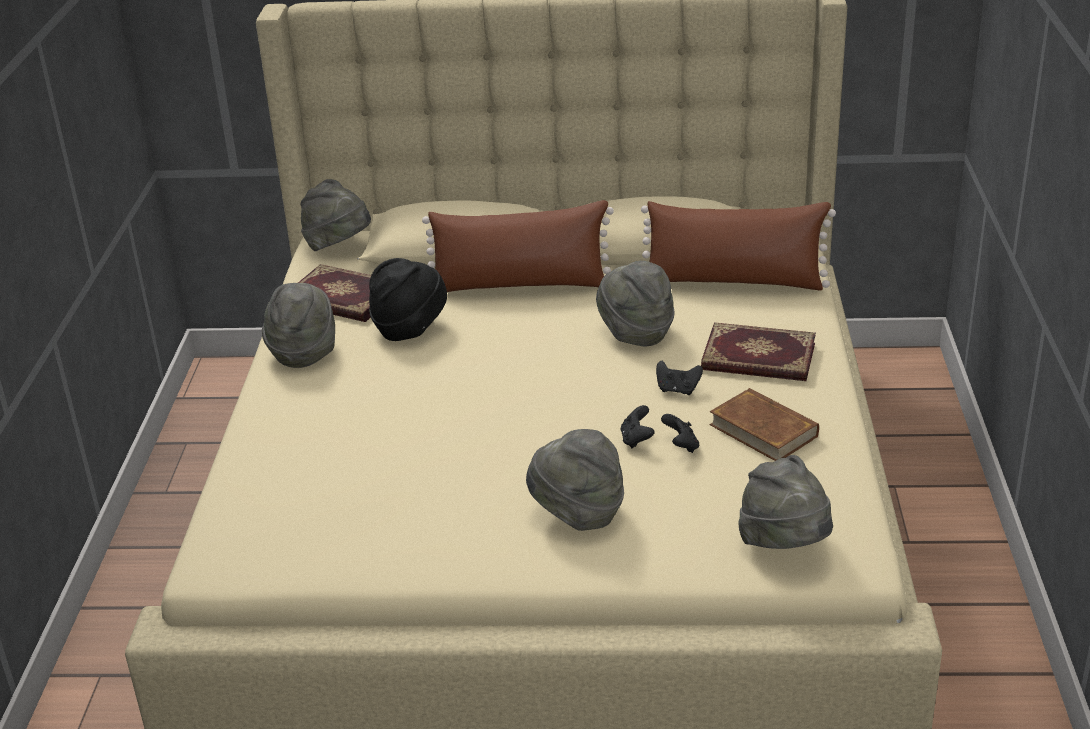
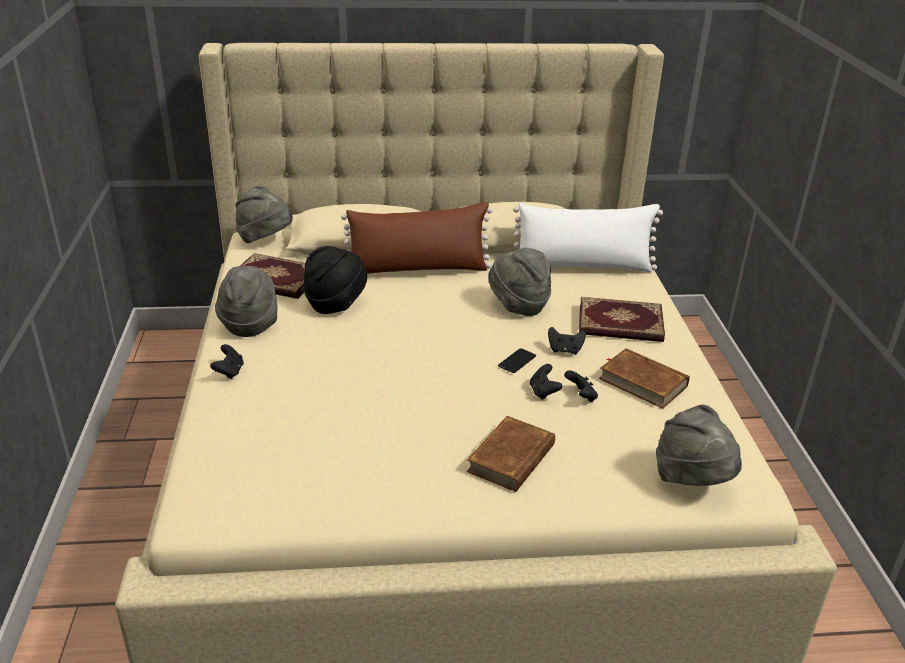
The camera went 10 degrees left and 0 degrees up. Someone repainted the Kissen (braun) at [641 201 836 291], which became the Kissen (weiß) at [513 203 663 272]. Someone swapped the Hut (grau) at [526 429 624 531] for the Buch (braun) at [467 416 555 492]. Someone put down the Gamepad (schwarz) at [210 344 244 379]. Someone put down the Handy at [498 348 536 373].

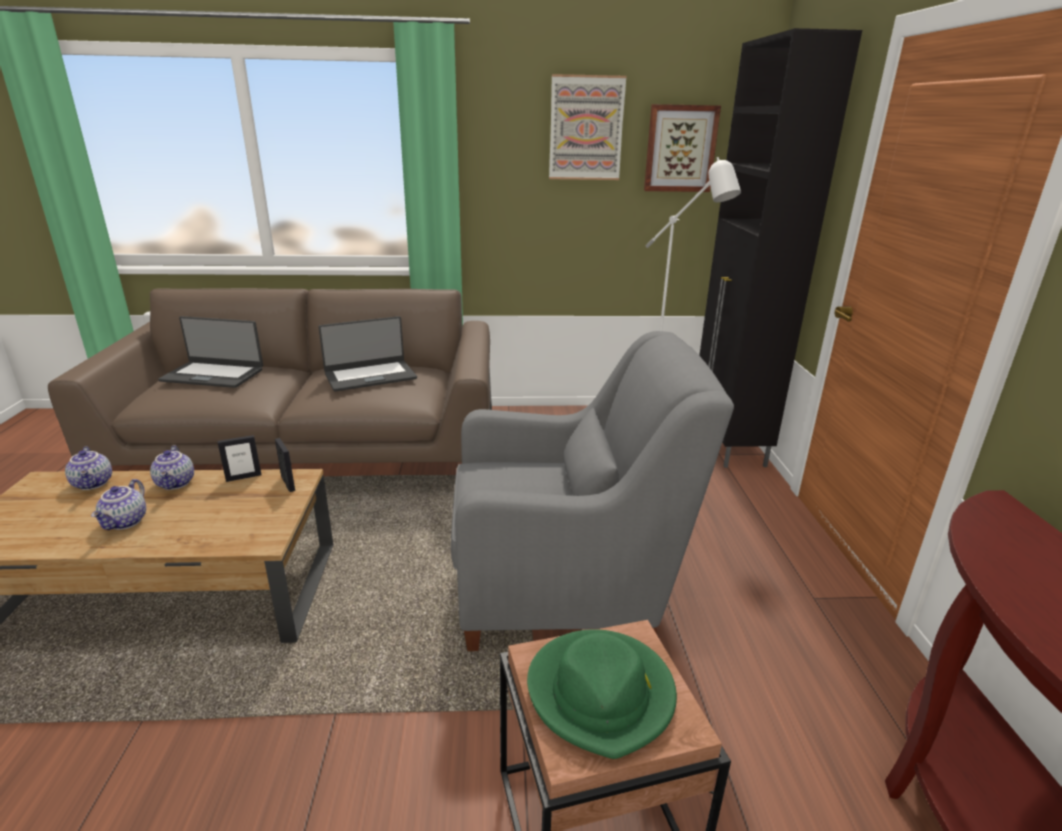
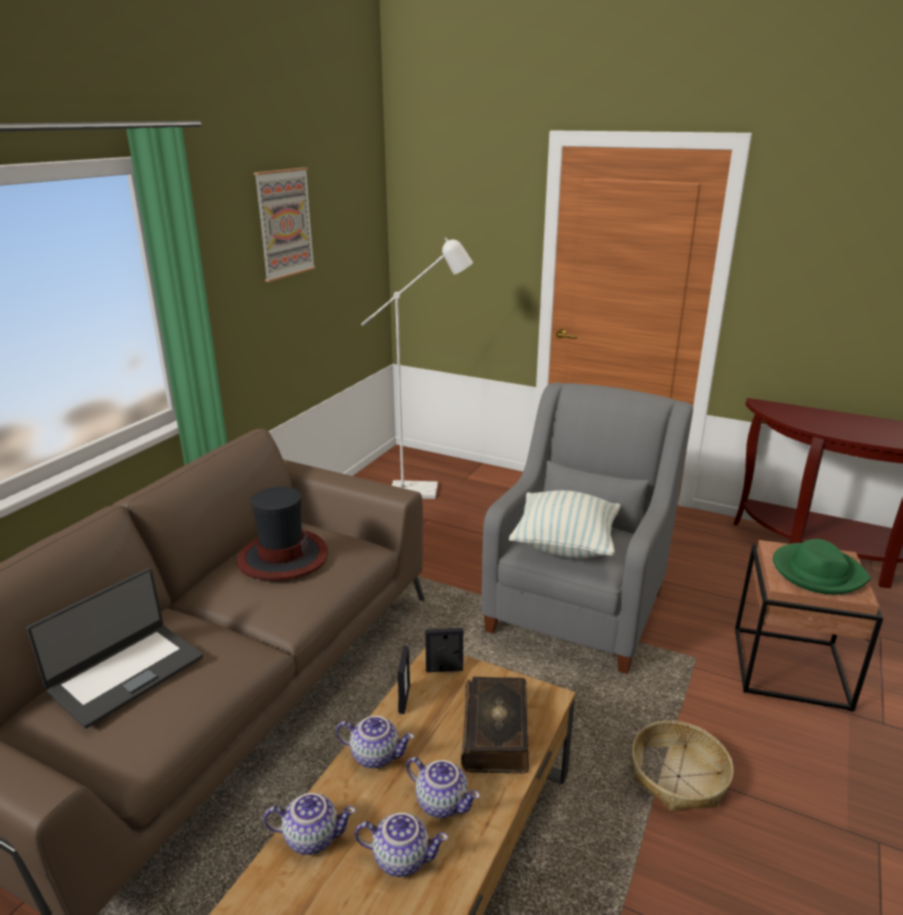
The camera went 60 degrees left and 0 degrees up. Someone took away the Schrank (schwarz) at [699 28 862 468]. Someone took away the Bild at [644 104 721 192]. Someone swapped the Laptop at [318 316 417 392] for the Hut at [237 486 328 580]. Someone put down the Kissen at [509 490 620 559]. Someone put down the Buch at [461 677 529 774]. Someone put down the Korb at [632 721 734 811]. Someone put down the Teekanne at [355 813 448 877].

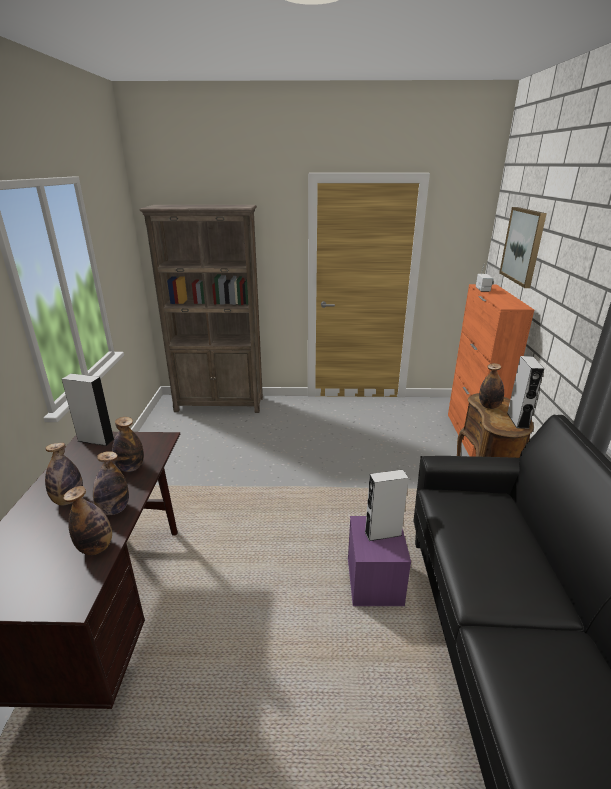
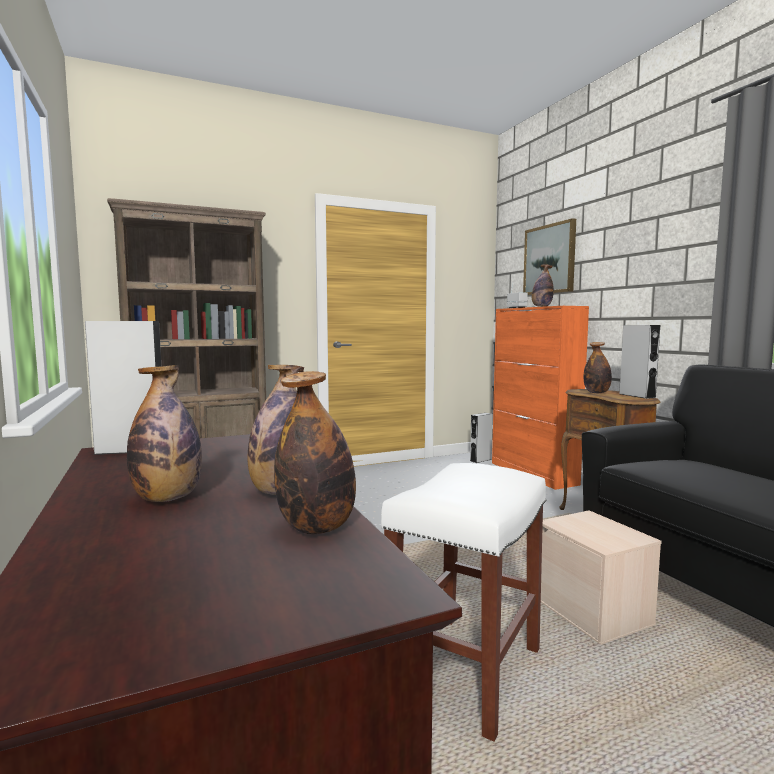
The camera went 25 degrees left and 20 degrees down. Someone carried the Flasche from [112 417 144 472] to [532 264 554 307]. Someone carried the Lautsprecher (grau) from [365 470 409 541] to [470 413 493 463]. Someone repainted the Aufbewahrungsbox (lila) at [348 516 411 606], which became the Aufbewahrungsbox (beige) at [541 510 662 645]. Someone put down the Hocker (weiß) at [381 463 547 742].

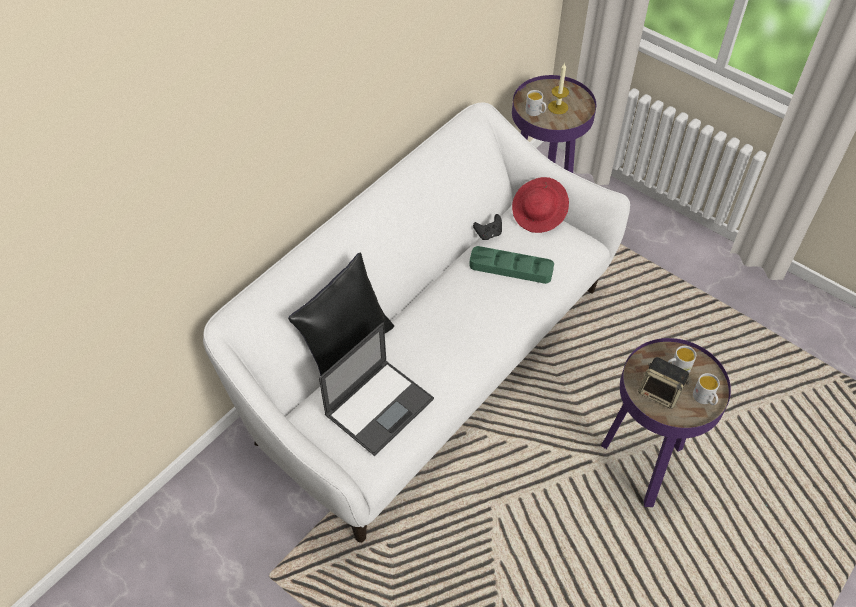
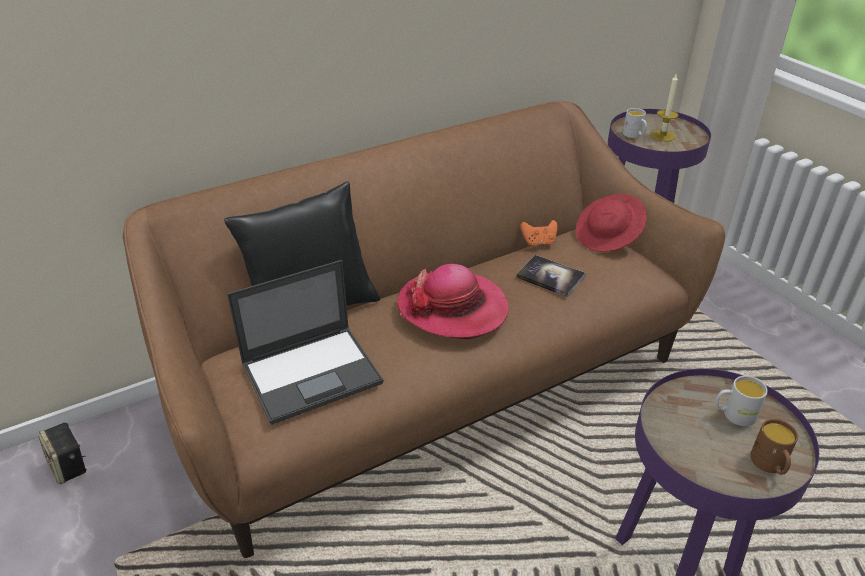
The camera went 20 degrees right and 15 degrees down. Someone repainted the Sofa (weiß) at [203 102 630 543], which became the Sofa (braun) at [123 101 725 558]. Someone repainted the Gamepad (schwarz) at [473 214 502 240], which became the Gamepad (orange) at [520 220 558 246]. Someone swapped the Tablett (grün) at [469 246 554 284] for the Buch at [516 255 586 297]. Someone carried the Lautsprecher from [638 357 689 409] to [39 423 87 484]. Someone repainted the Henkelbecher (weiß) at [693 373 720 405], which became the Henkelbecher (braun) at [750 419 798 475]. Someone put down the Hut at [397 264 509 340].

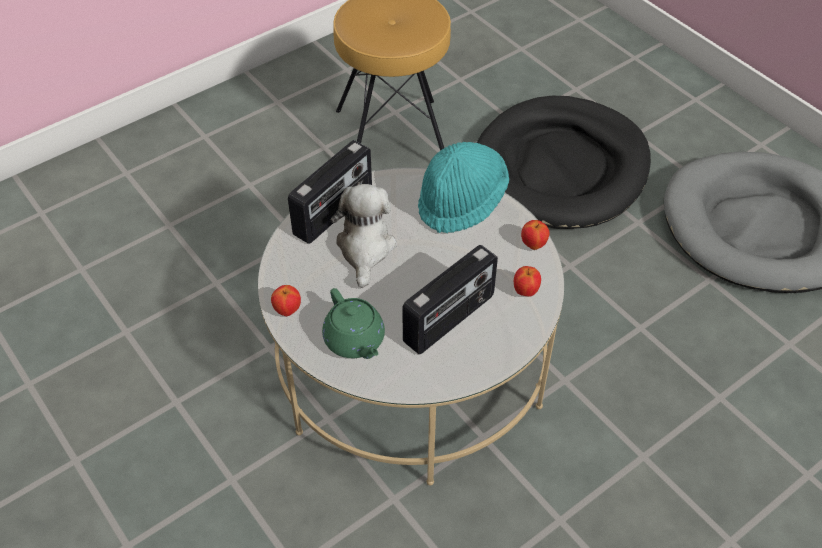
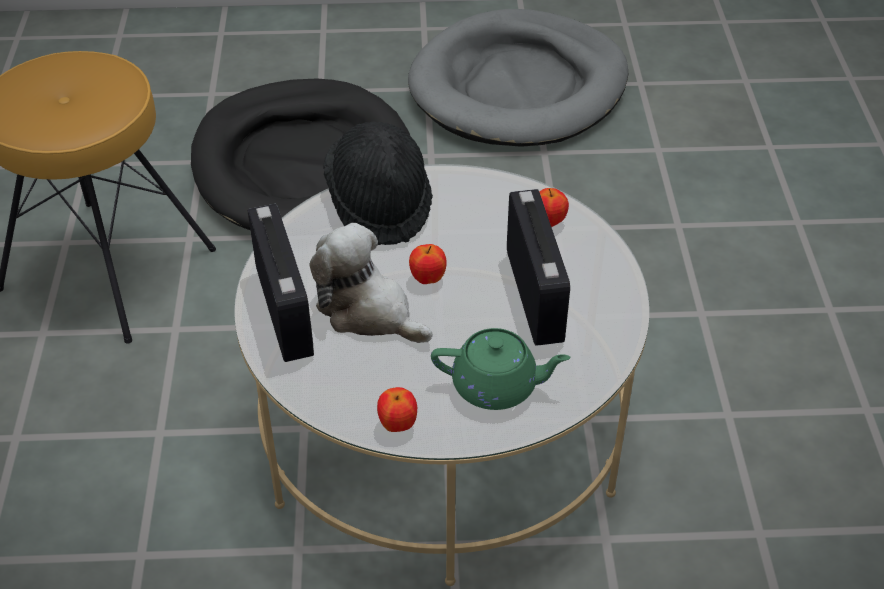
The camera went 55 degrees left and 5 degrees down. Someone repainted the Hut (türkis) at [418 142 509 233], which became the Hut (schwarz) at [323 121 433 245]. Someone carried the Apfel from [521 220 549 250] to [409 244 447 284].

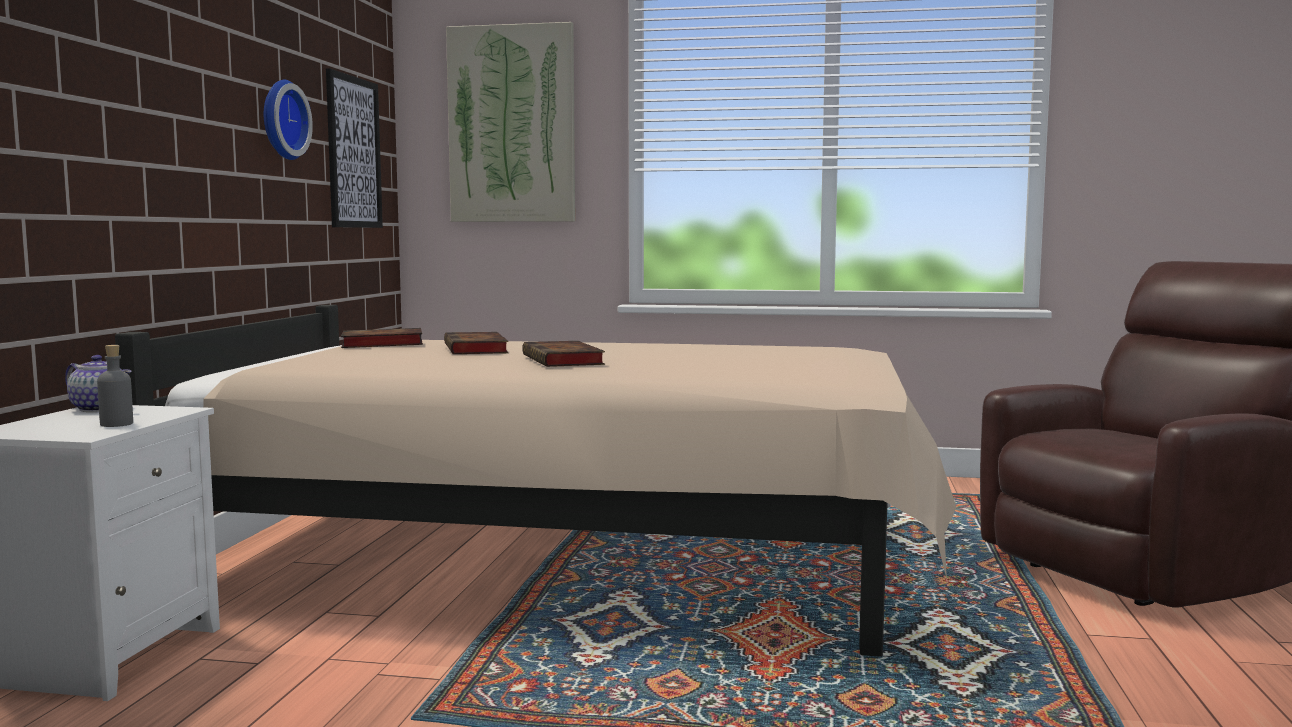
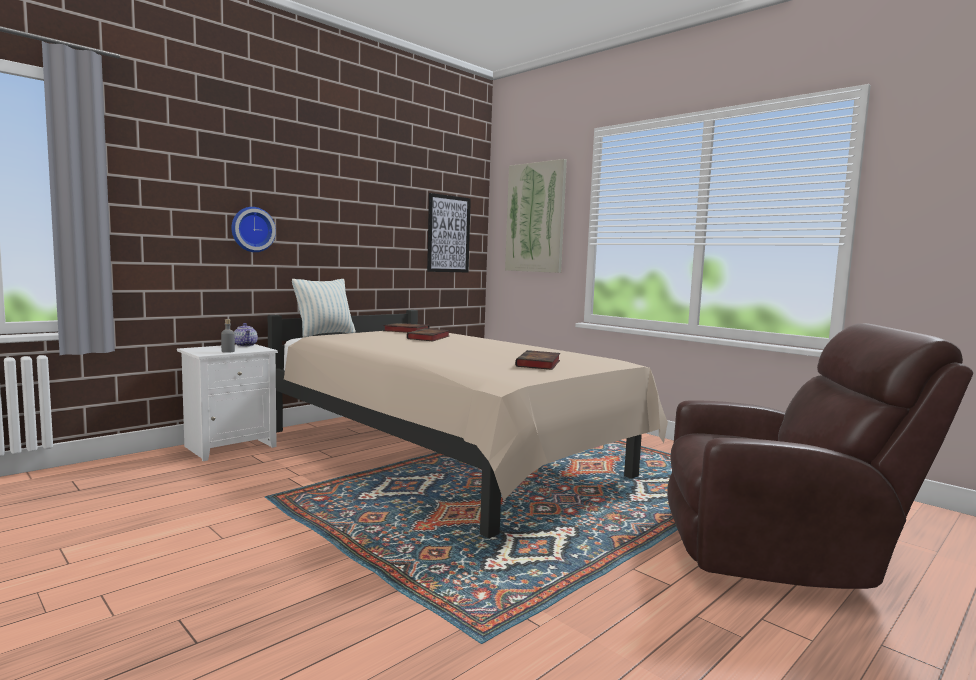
The camera went 35 degrees right and 0 degrees up. Someone carried the Wanduhr from [264 80 313 160] to [231 207 276 252]. Someone carried the Buch from [522 341 605 367] to [515 350 560 370]. Someone put down the Kissen at [292 279 356 337].

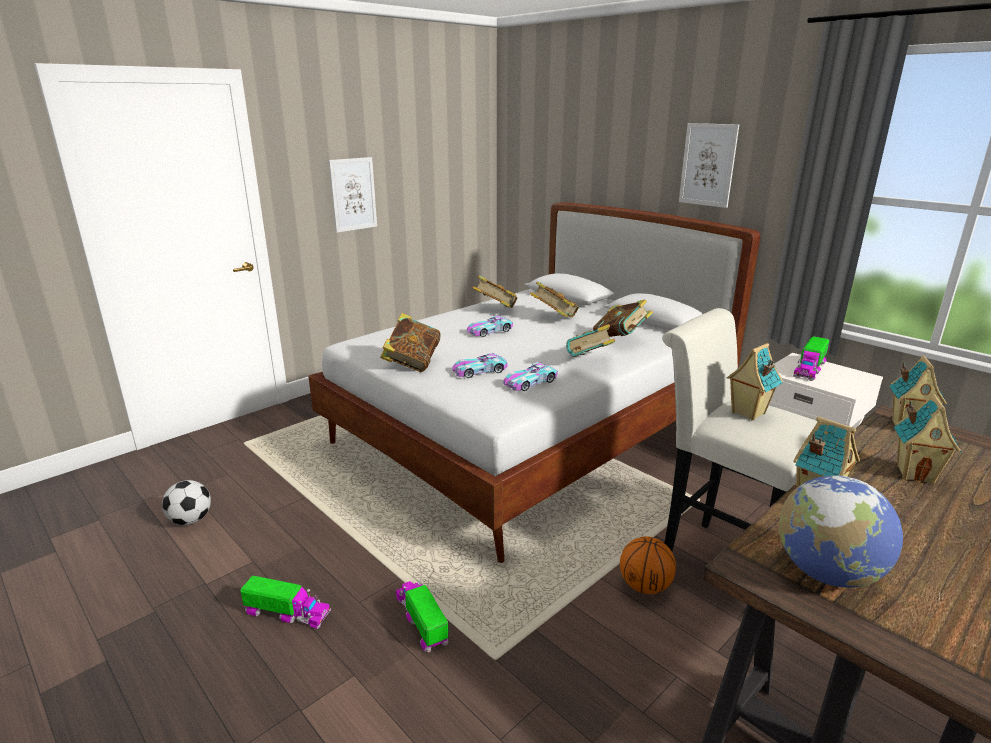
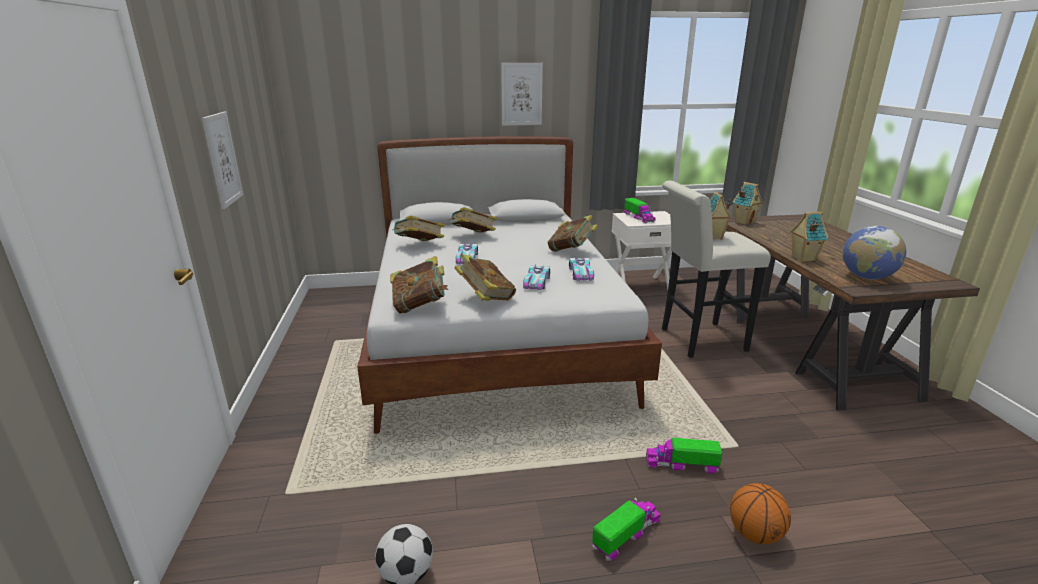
The camera went 55 degrees left and 0 degrees up. Someone carried the Buch from [593 299 653 337] to [390 256 449 314]. Someone took away the Spielzeughaus at [894 394 961 484]. Someone carried the Basketball from [620 536 676 594] to [730 483 791 544].

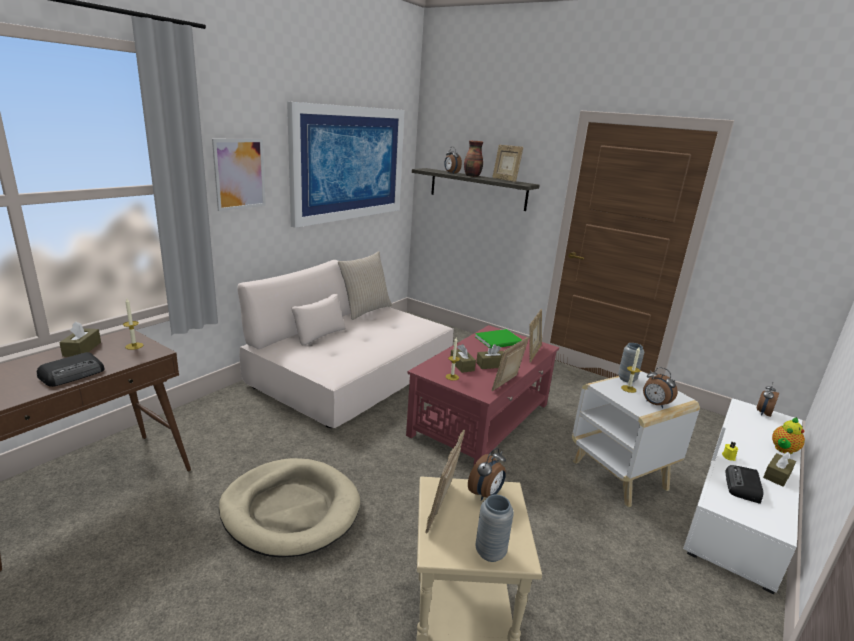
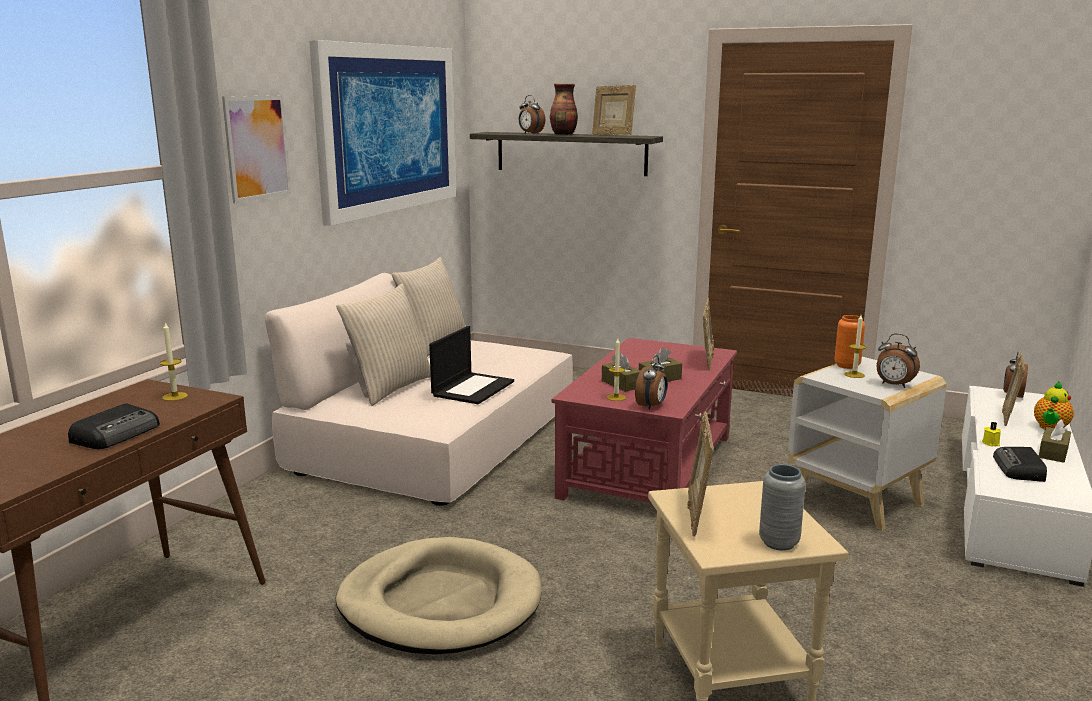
The camera went 10 degrees left and 5 degrees down. Someone took away the Taschentuchbox (braun) at [59 321 101 357]. Someone took away the Buch (grün) at [475 329 522 348]. Someone carried the Bilderrahmen from [492 337 529 391] to [1002 353 1025 426]. Someone repainted the Vase (grau) at [618 343 644 383], which became the Vase (orange) at [834 315 865 369]. Someone carried the Wecker from [468 448 506 501] to [635 355 667 410]. Someone put down the Kissen (beige) at [336 284 431 406]. Someone put down the Laptop at [429 326 514 404].

